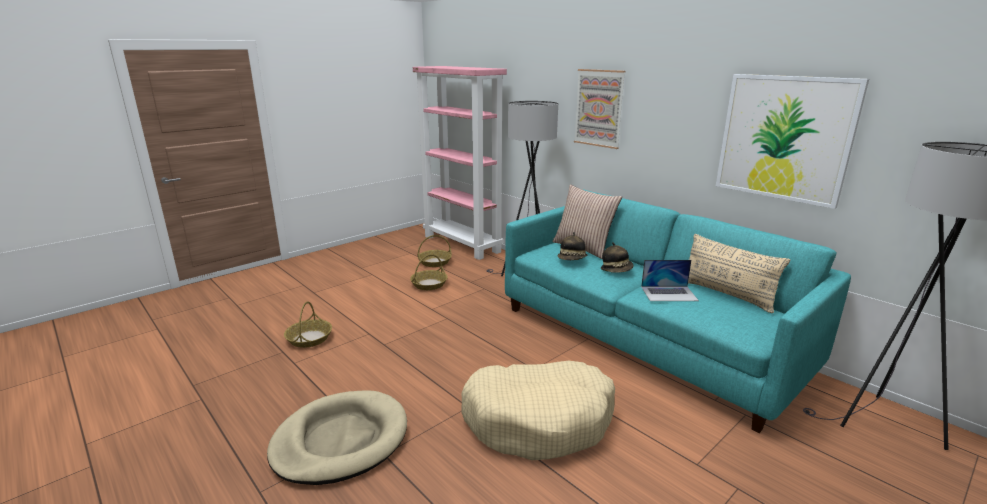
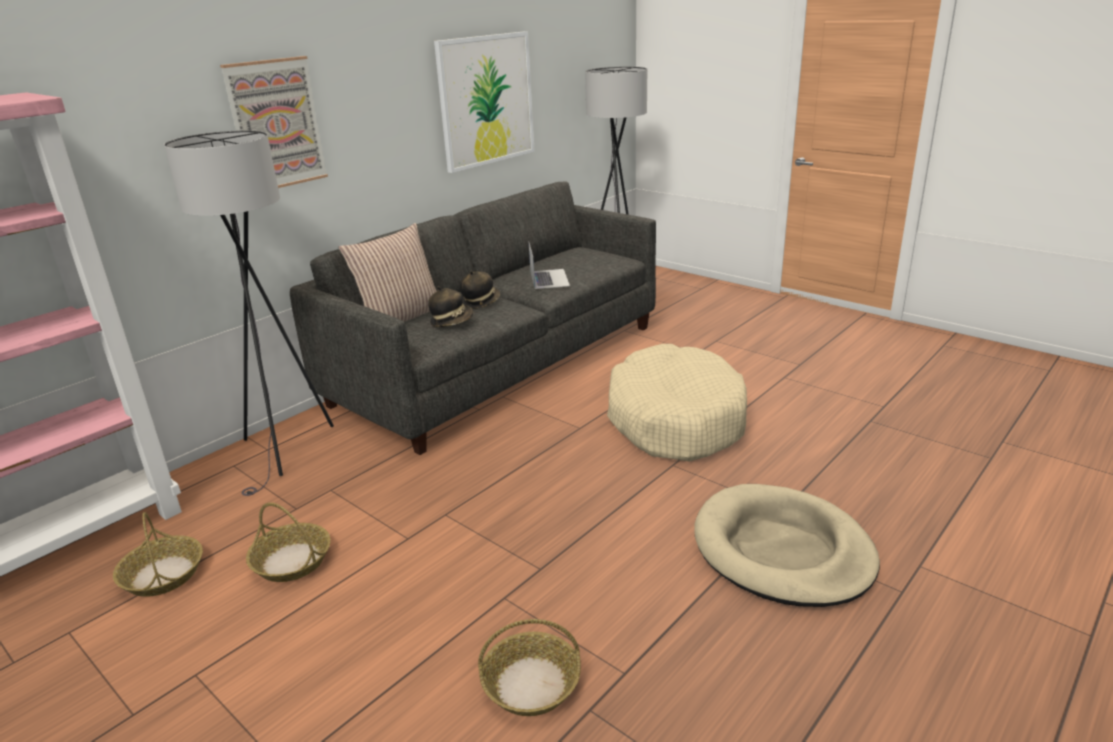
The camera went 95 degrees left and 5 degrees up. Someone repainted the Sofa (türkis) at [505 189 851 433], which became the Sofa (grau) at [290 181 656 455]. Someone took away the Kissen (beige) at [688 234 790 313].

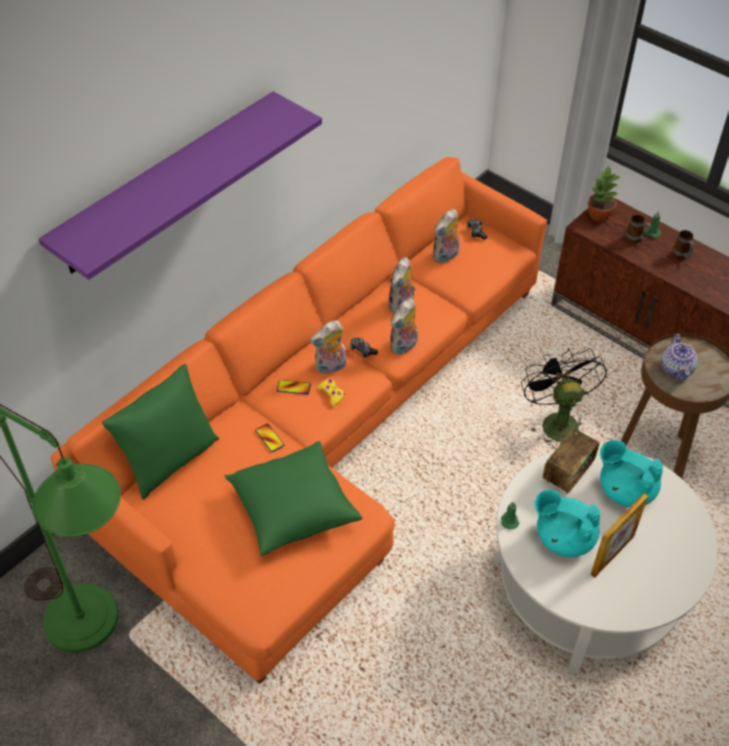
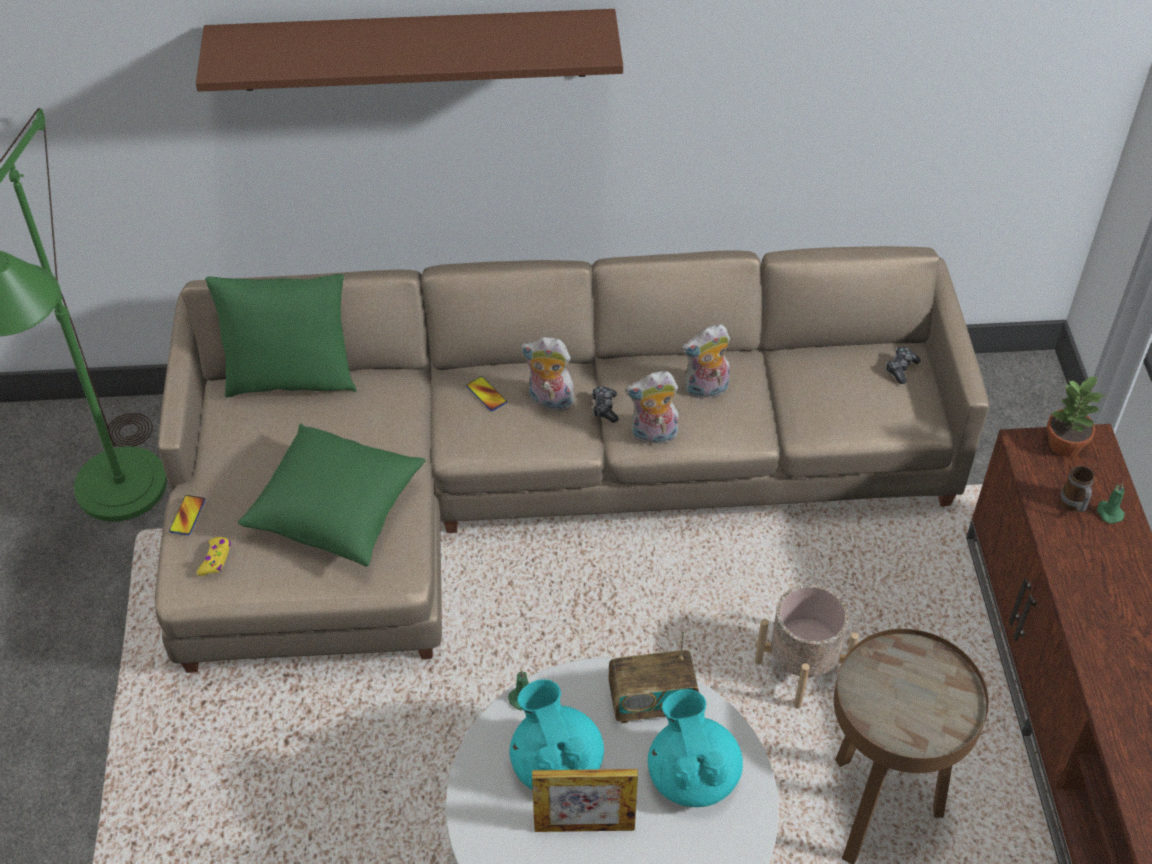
The camera went 45 degrees right and 0 degrees up. Someone repainted the Wandregal (lila) at [38 91 322 280], which became the Wandregal (braun) at [196 9 623 92]. Someone repainted the Sofa (orange) at [51 157 547 684], which became the Sofa (beige) at [155 246 989 673]. Someone took away the Plüschtier at [433 209 460 263]. Someone took away the Henkelbecher at [672 230 694 260]. Someone took away the Teekanne at [661 334 698 381]. Someone swapped the Ventilator (schwarz) at [521 348 607 449] for the Pflanzkübel (beige) at [755 584 859 709]. Someone carried the Gamepad (gelb) from [318 378 345 406] to [197 537 231 576]. Someone carried the Handy from [255 424 284 452] to [169 495 205 535].

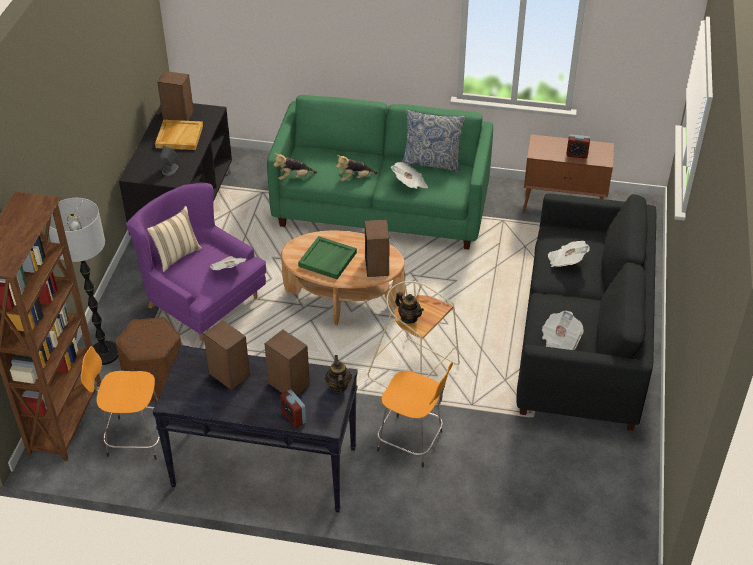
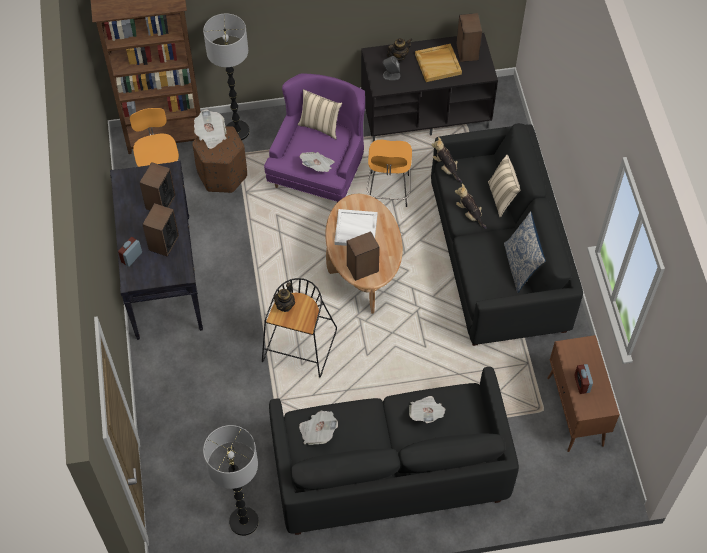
The camera went 70 degrees right and 15 degrees up. Someone repainted the Sofa (grün) at [267 95 493 250], which became the Sofa (schwarz) at [431 123 583 346]. Someone carried the Zeitung from [391 162 428 189] to [194 109 226 149]. Someone repainted the Tablett (grün) at [298 236 357 279], which became the Tablett (weiß) at [334 209 378 246]. Someone repainted the Hocker (beige) at [367 281 460 388], which became the Hocker (schwarz) at [262 278 337 377]. Someone carried the Teekanne from [325 355 352 393] to [387 38 412 61]. Someone carried the Hocker (orange) from [377 362 453 467] to [367 140 412 207]. Someone put down the Kissen (beige) at [488 155 520 218]. Someone put down the Stehlampe at [203 425 259 536].

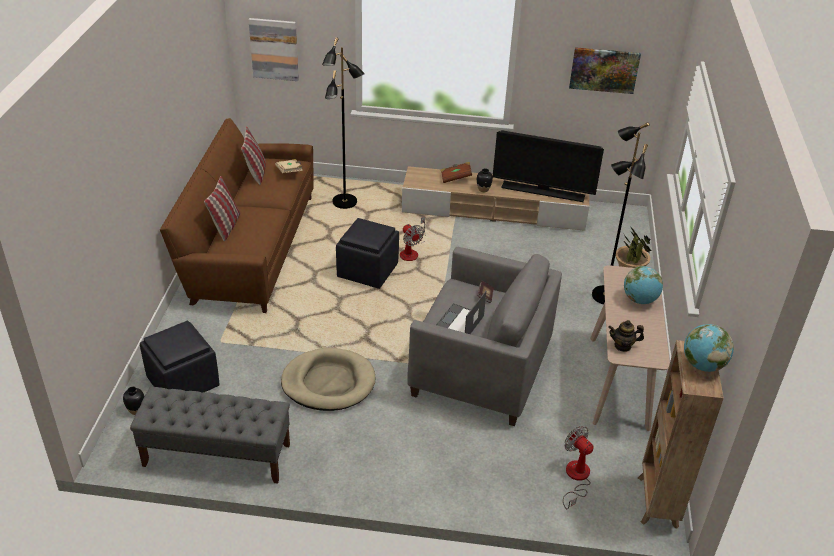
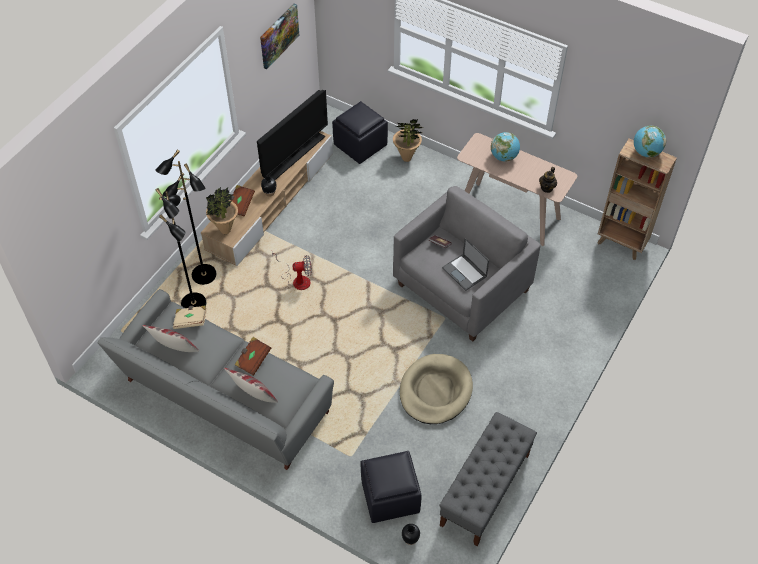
The camera went 65 degrees left and 15 degrees up. Someone took away the Bild at [248 18 299 81]. Someone repainted the Sofa (braun) at [160 118 314 313], which became the Sofa (grau) at [98 289 334 470]. Someone carried the Stehlampe (schwarz) from [592 122 650 304] to [155 150 216 285]. Someone carried the Polsterhocker (schwarz) from [336 218 399 289] to [332 101 388 164]. Someone took away the Ventilator at [563 426 594 509]. Someone put down the Topfpflanze at [205 187 238 234]. Someone put down the Buch (braun) at [235 337 271 376].

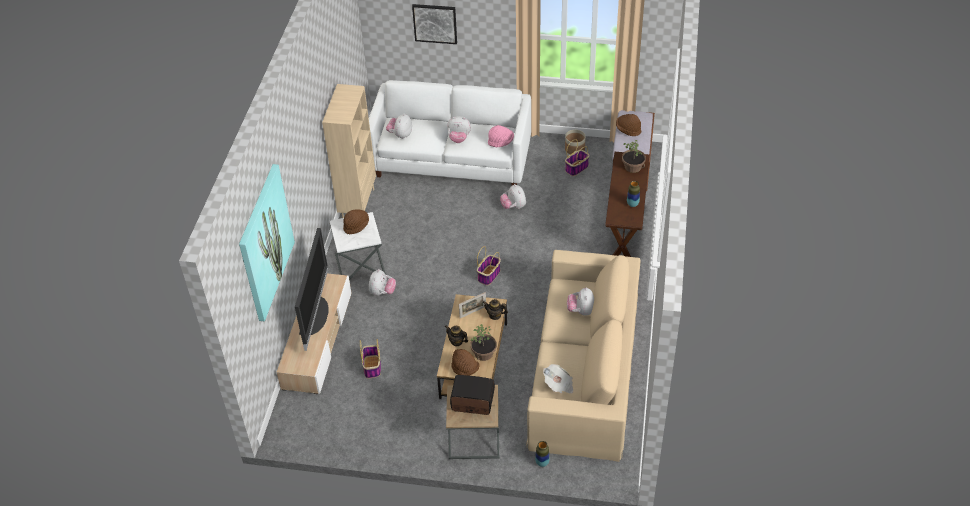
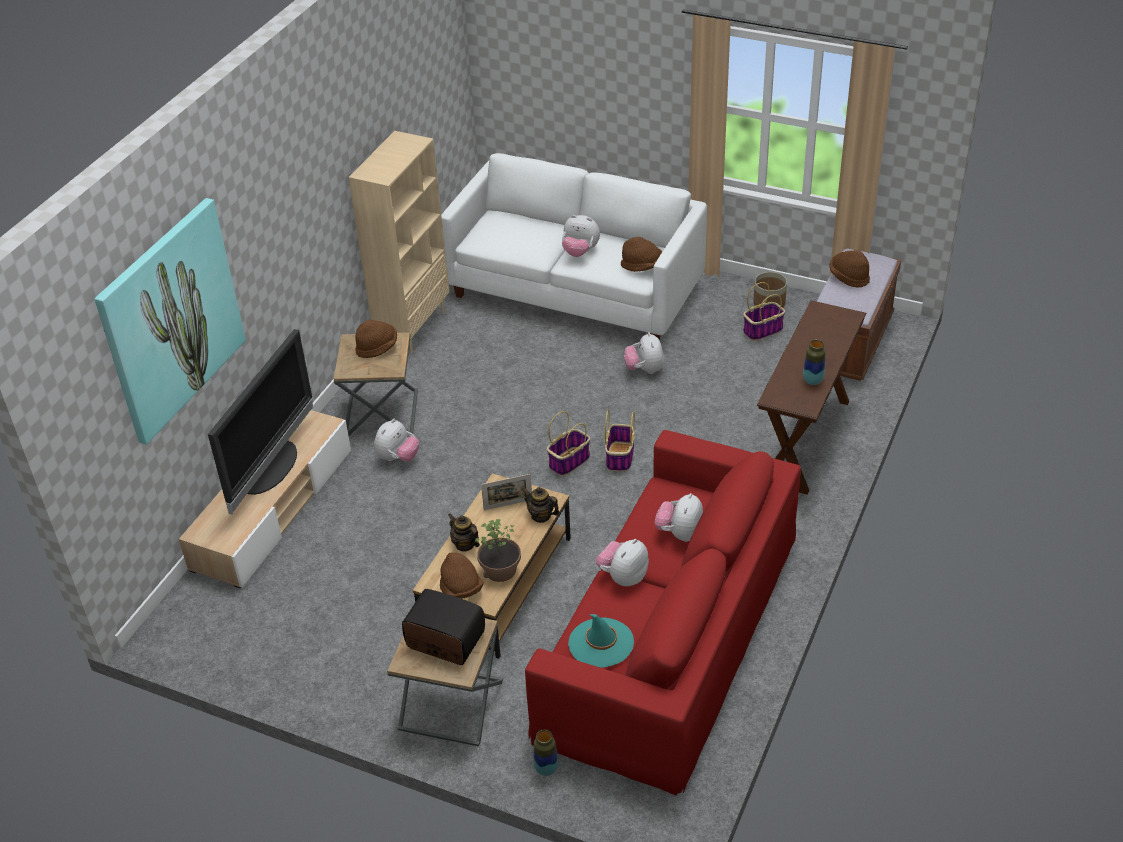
The camera went 15 degrees right and 5 degrees down. Someone took away the Bild at [412 4 457 44]. Someone carried the Plüschtier from [386 113 412 139] to [596 539 649 587]. Someone repainted the Hut (rosa) at [488 125 514 147], which became the Hut (braun) at [621 237 662 272]. Someone took away the Topfpflanze at [622 140 646 173]. Someone repainted the Beistelltisch (weiß) at [330 212 386 280], which became the Beistelltisch (braun) at [334 332 418 436]. Someone repainted the Sofa (beige) at [526 250 641 462], which became the Sofa (rot) at [525 430 801 796]. Someone carried the Korb from [360 339 381 379] to [605 409 635 472]. Someone swapped the Zeitung at [543 364 573 394] for the Hut (türkis) at [568 614 634 668].

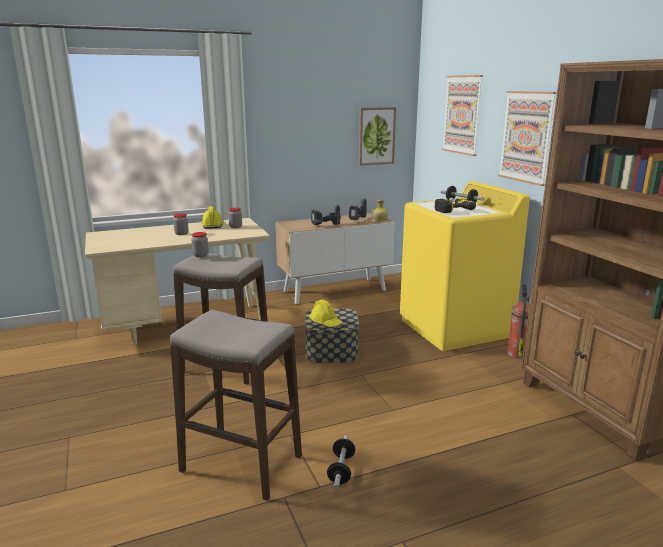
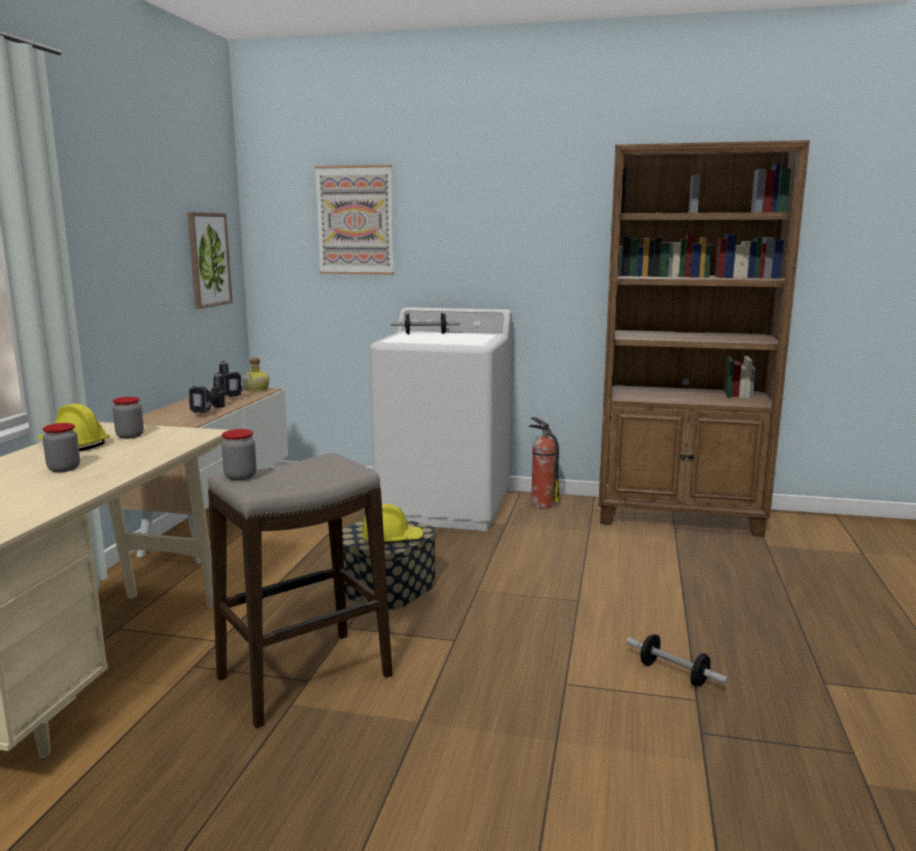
The camera went 55 degrees left and 5 degrees down. Someone took away the Bild at [498 91 556 186]. Someone repainted the Waschmaschine (gelb) at [400 181 530 351], which became the Waschmaschine (weiß) at [369 307 512 531]. Someone took away the Bohrmaschine at [435 198 476 213]. Someone took away the Hocker at [170 310 302 501].

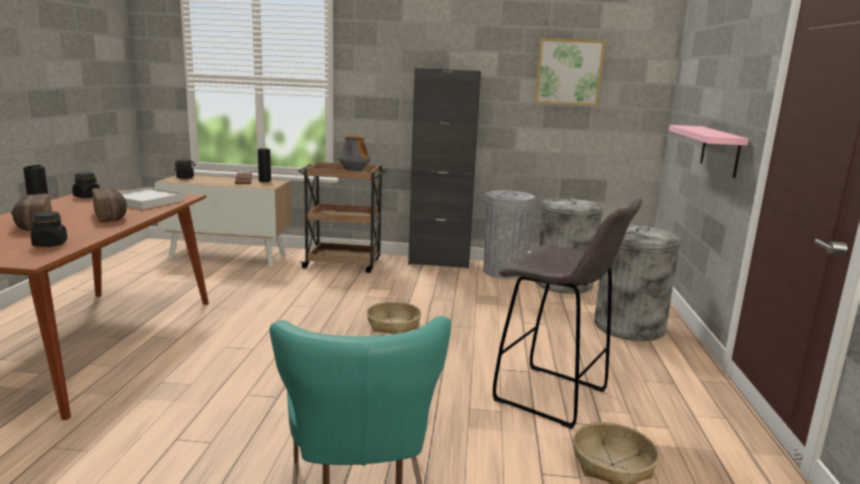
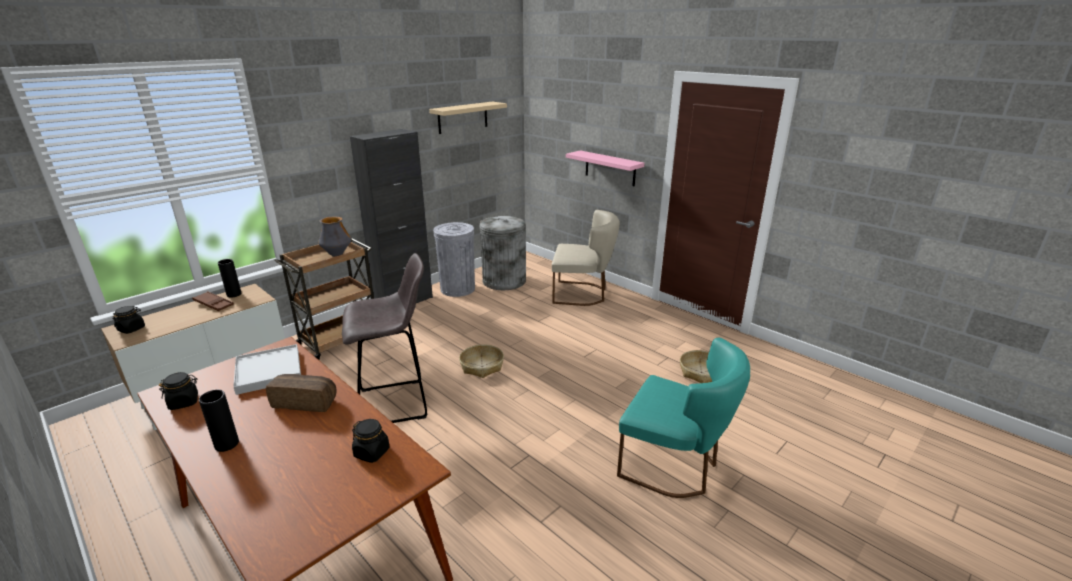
The camera went 50 degrees left and 10 degrees up. Someone swapped the Bild at [535 38 605 106] for the Wandregal (beige) at [429 102 507 134]. Someone took away the Brot at [11 193 52 231]. Someone carried the Hocker (grau) from [492 198 642 429] to [342 253 428 423]. Someone swapped the Mülleimer (grau) at [594 225 680 341] for the Stuhl (beige) at [552 210 620 306].

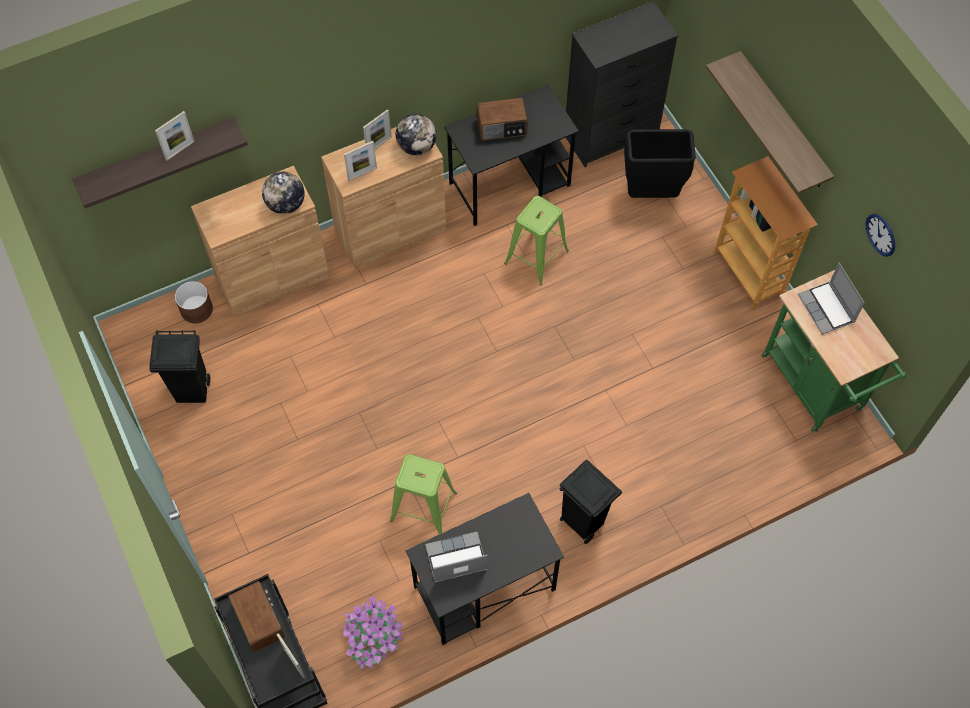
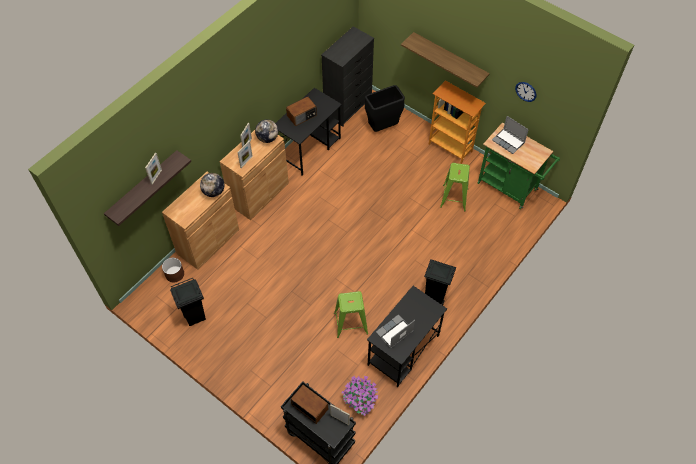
The camera went 25 degrees left and 5 degrees down. Someone carried the Hocker (grün) from [504 196 569 286] to [440 163 470 211].

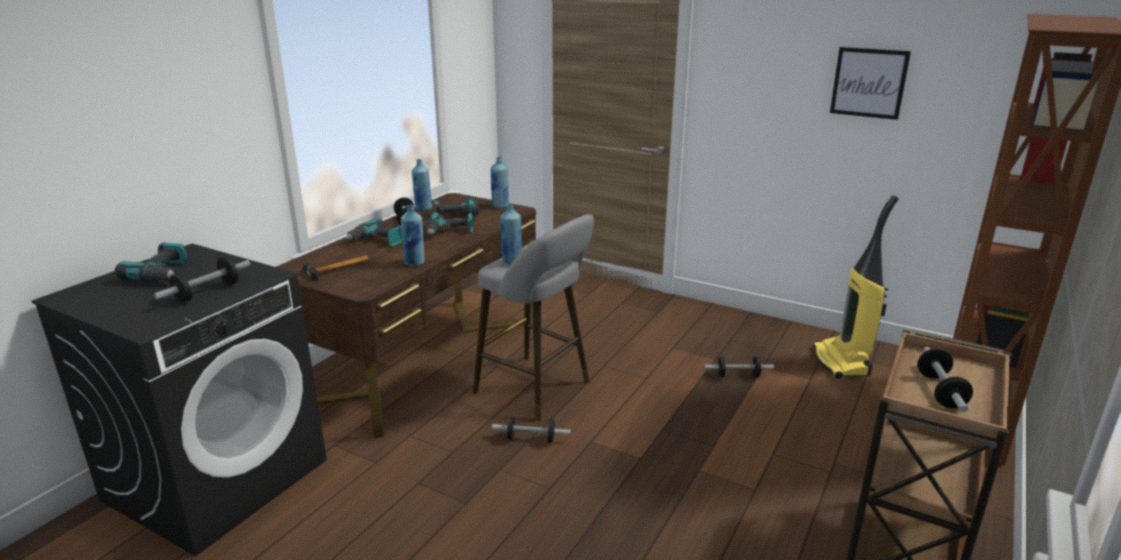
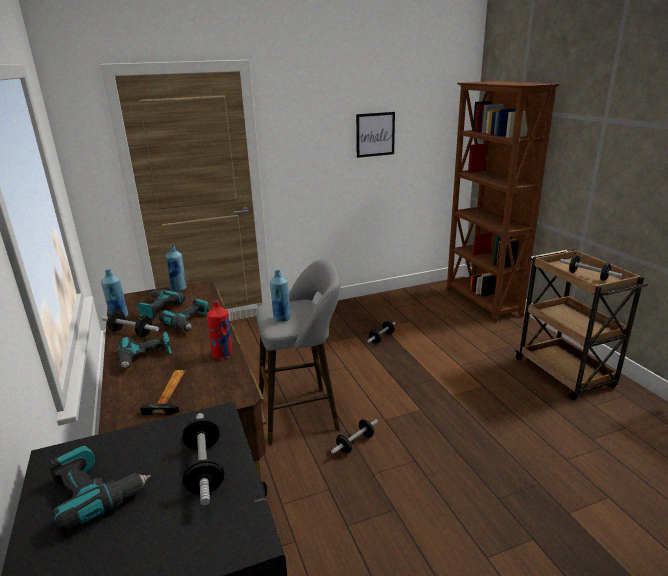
The camera went 50 degrees left and 0 degrees up. Someone took away the Staubsauger at [813 195 899 379]. Someone repainted the Flasche (blau) at [401 205 425 266], which became the Flasche (rot) at [207 300 232 359].

